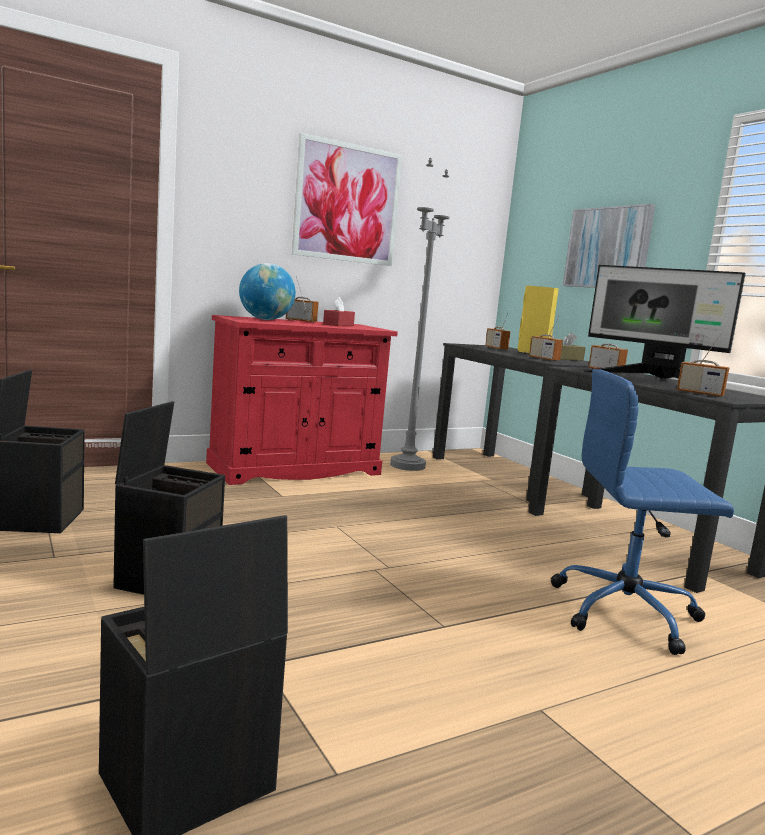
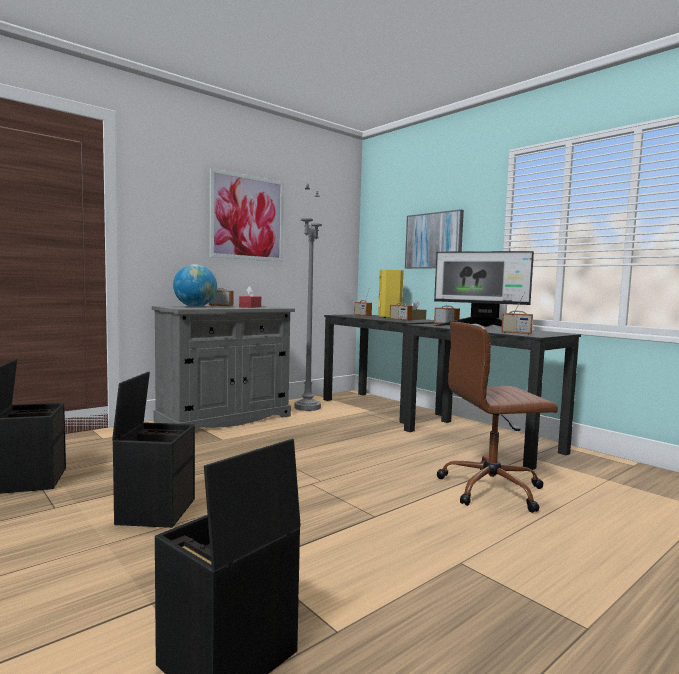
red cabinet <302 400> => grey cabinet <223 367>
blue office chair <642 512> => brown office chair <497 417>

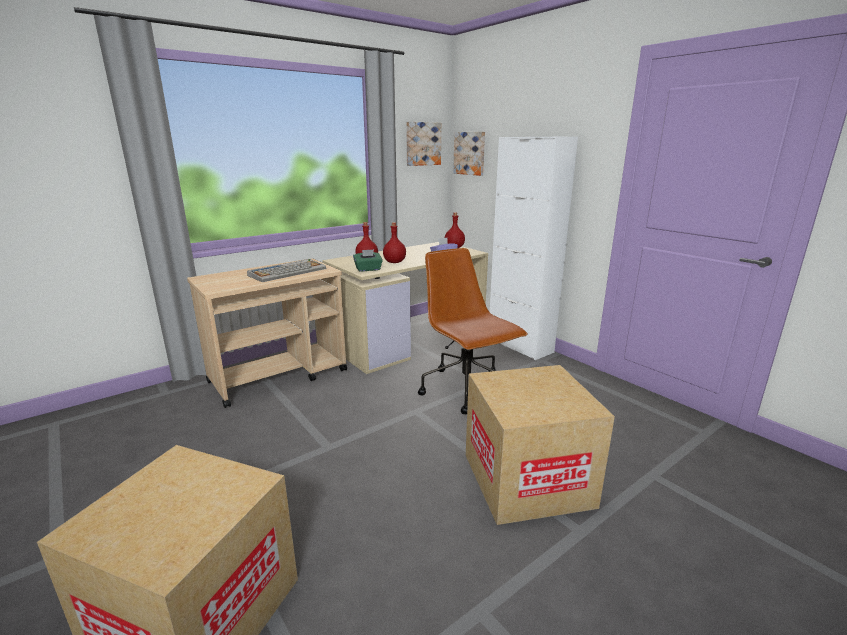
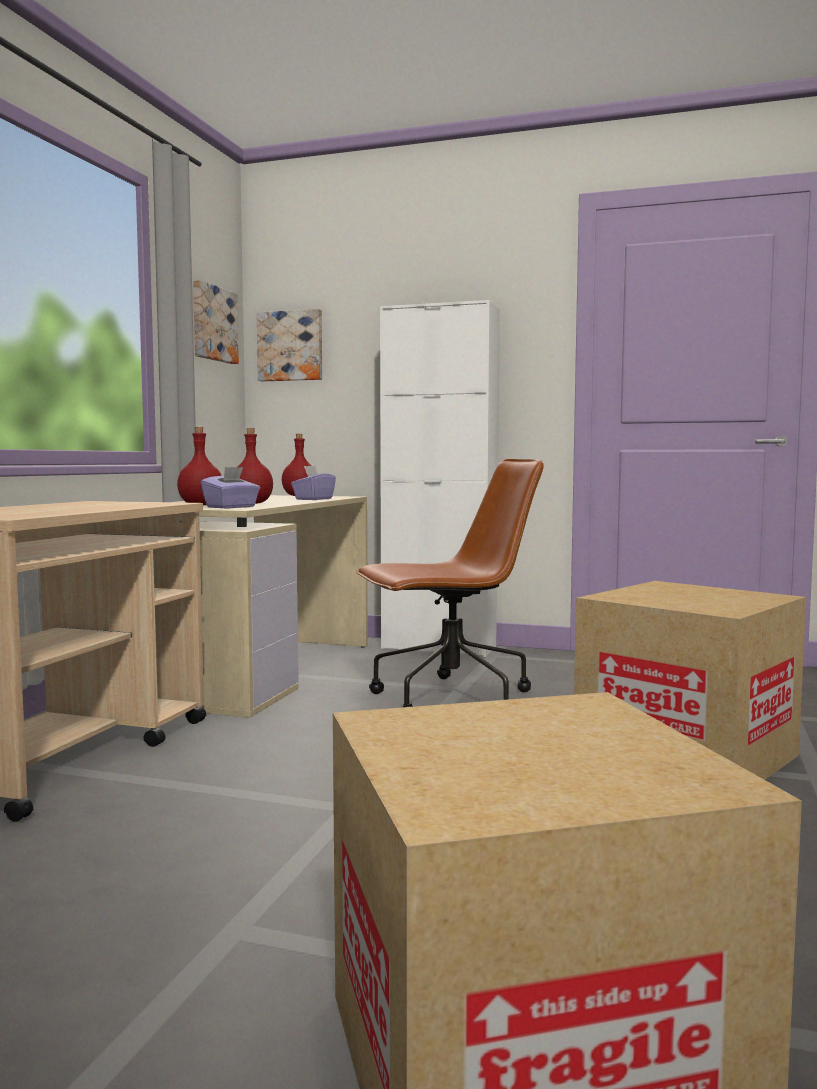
keyboard <286 270> => nothing
green tissue box <368 260> => purple tissue box <230 488>
brown office chair <473 331> => brown office chair <450 583>, 135 degrees clockwise

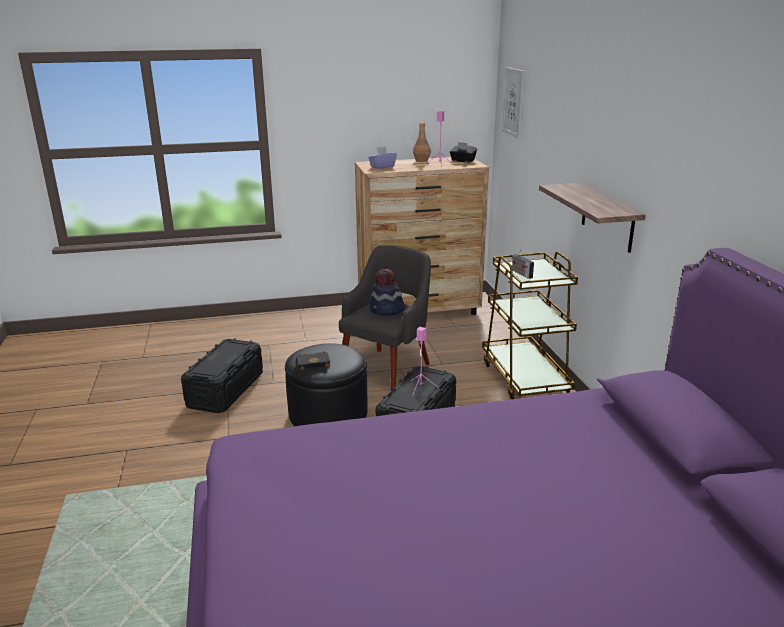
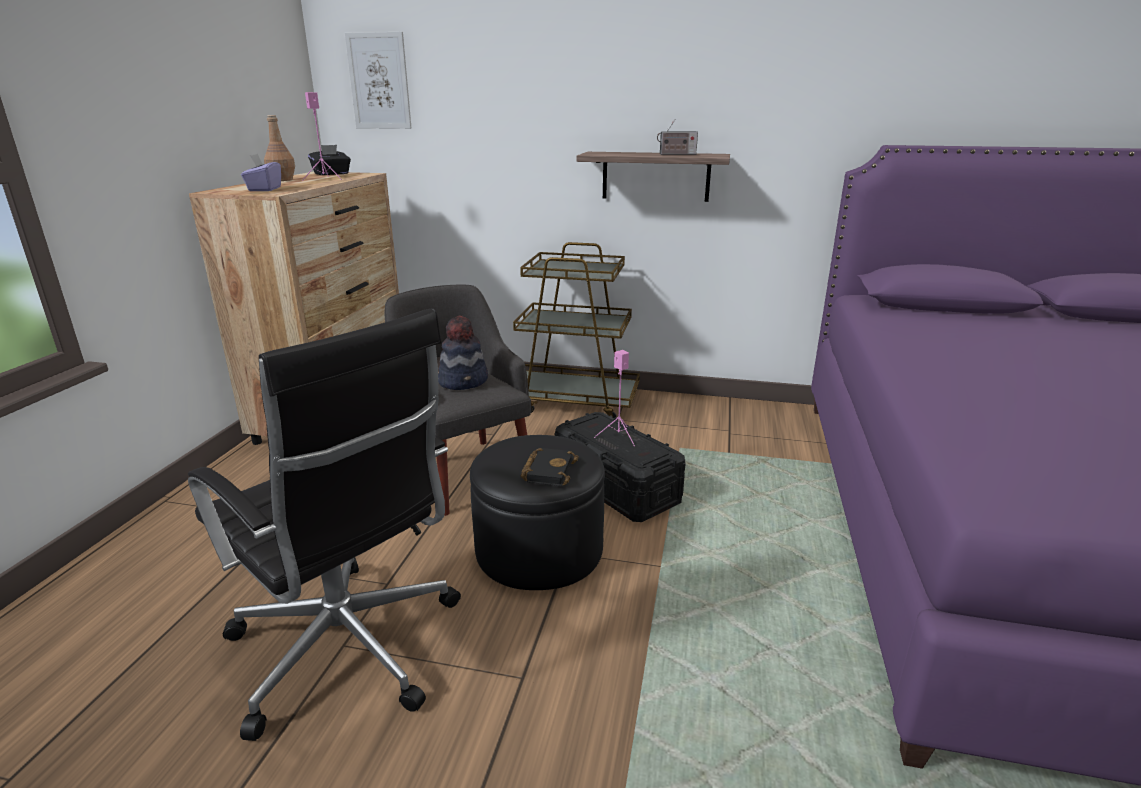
radio <523 263> => radio <677 137>, move
black storage box <222 375> => black office chair <324 524>

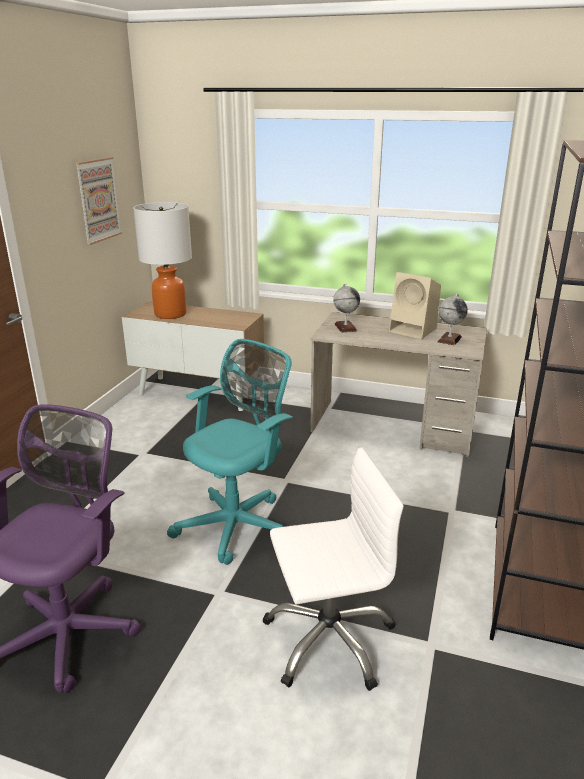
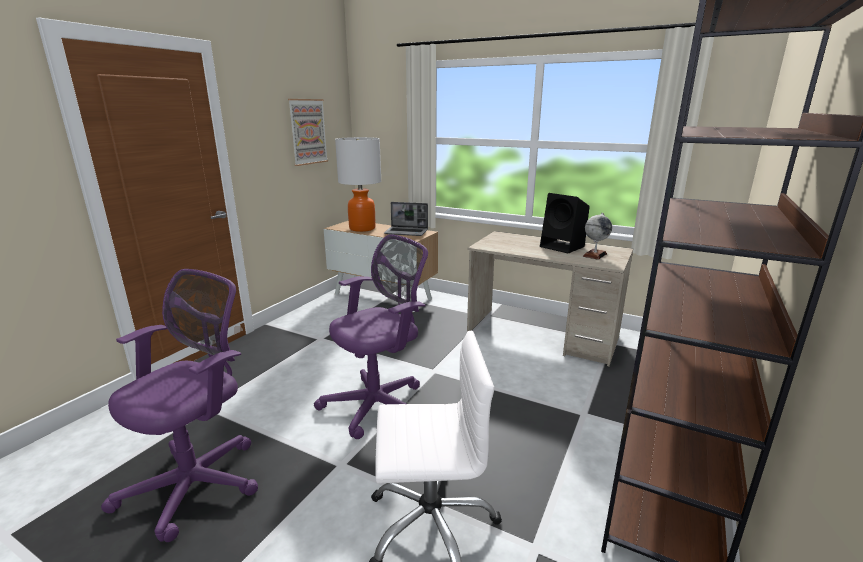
globe <346 308> => nothing
nothing => laptop <406 219>
turquoise office chair <230 452> => purple office chair <371 337>
beige speaker <415 305> => black speaker <565 223>

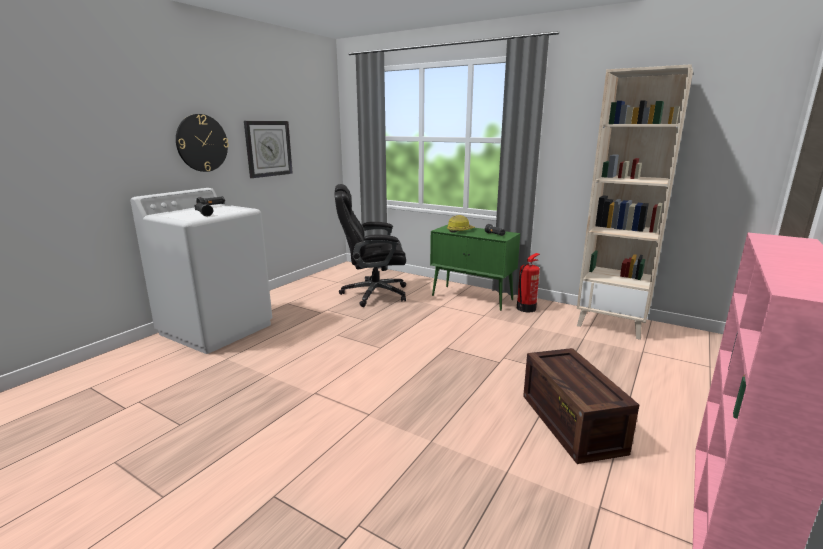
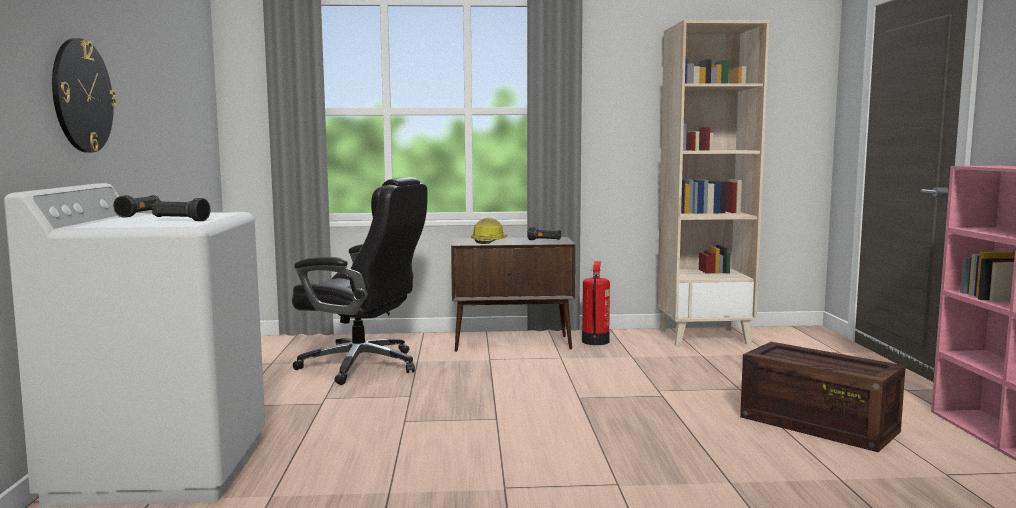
wall clock <268 149> => nothing
green cabinet <475 268> => brown cabinet <513 294>
black office chair <370 245> => black office chair <360 281>, 120 degrees counterclockwise

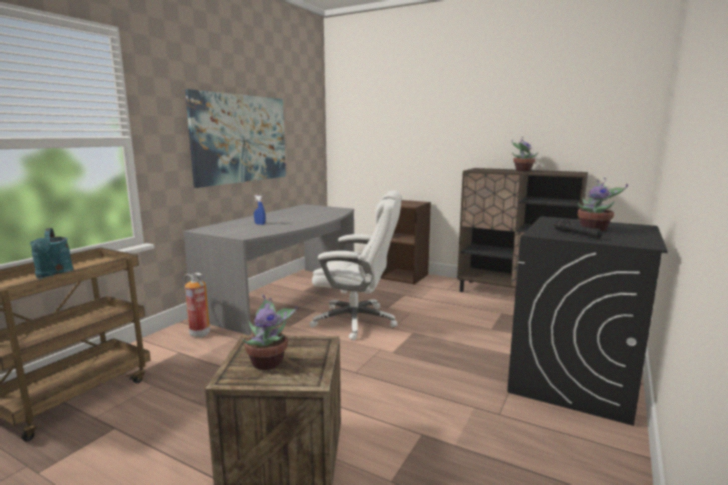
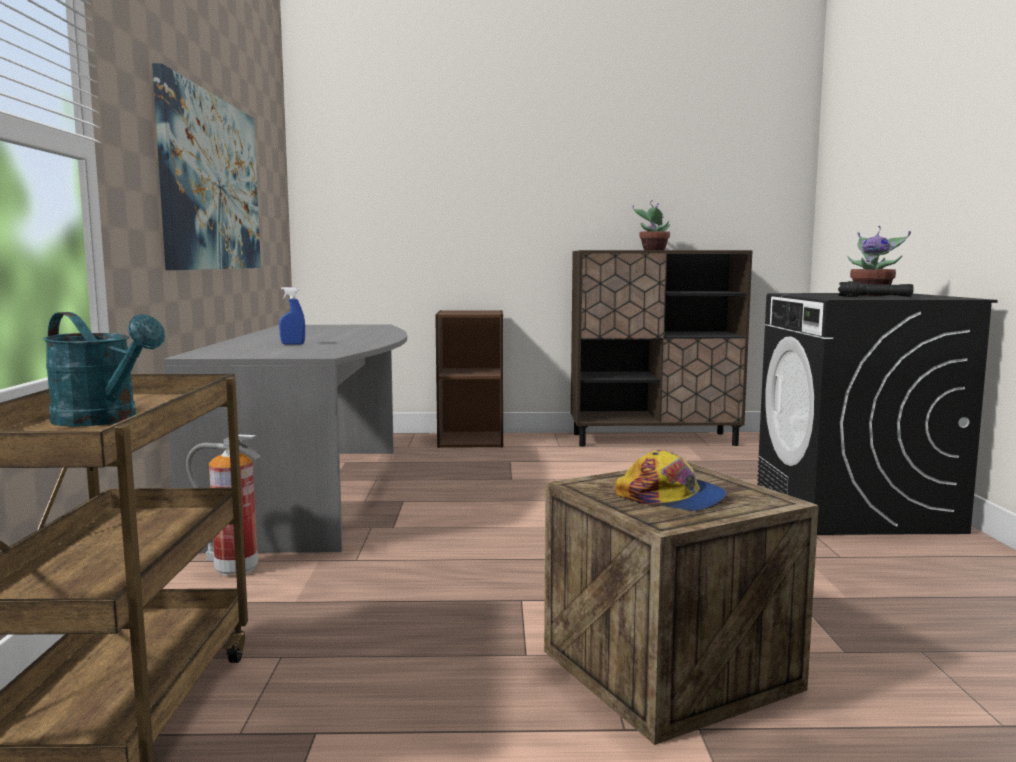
white office chair <355 265> => nothing
potted plant <269 332> => cap <670 480>

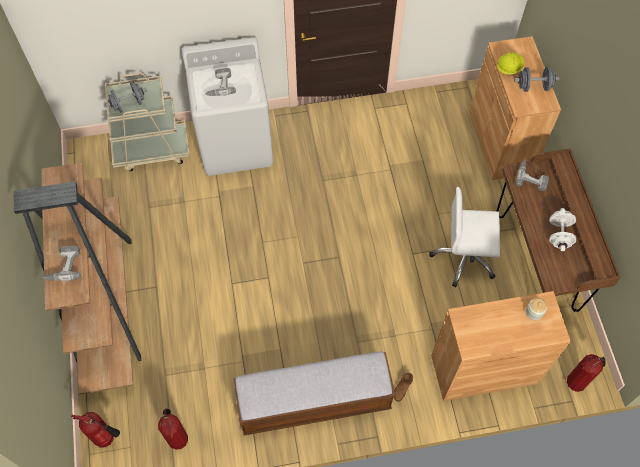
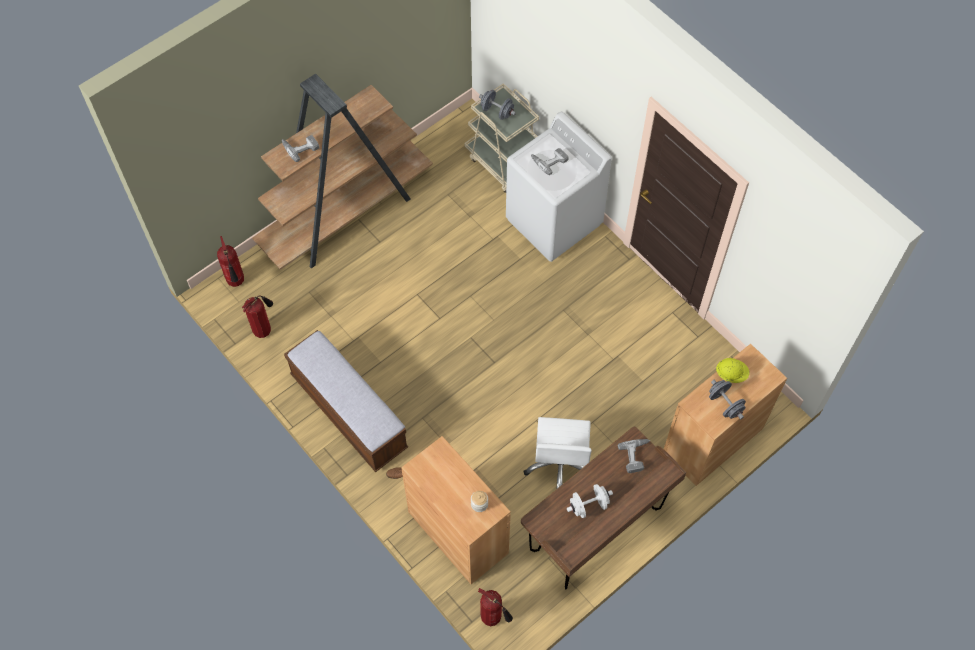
white office chair <465 237> => white office chair <557 453>, 150 degrees counterclockwise

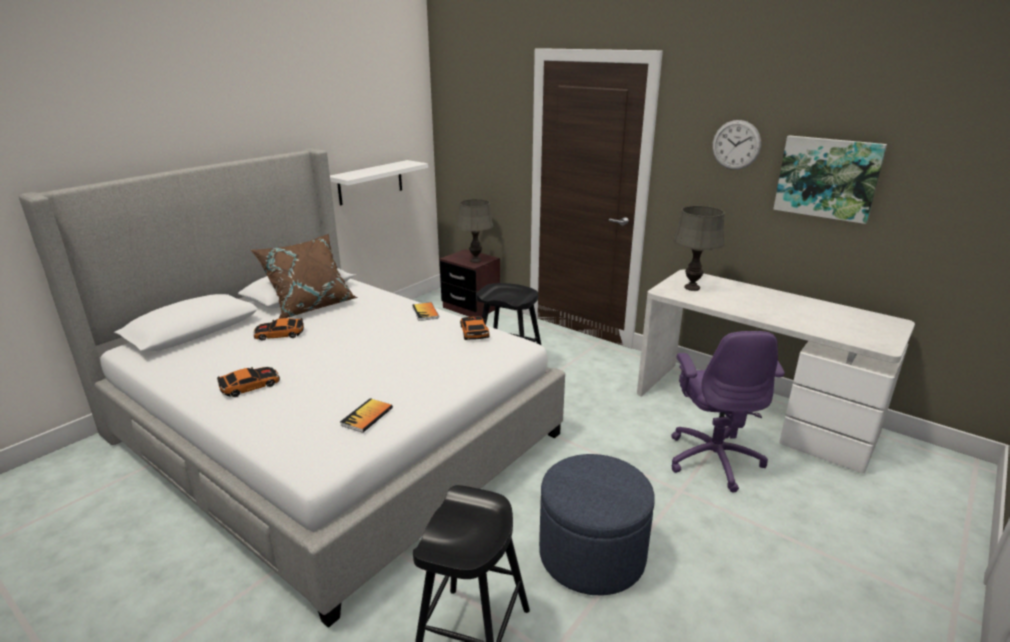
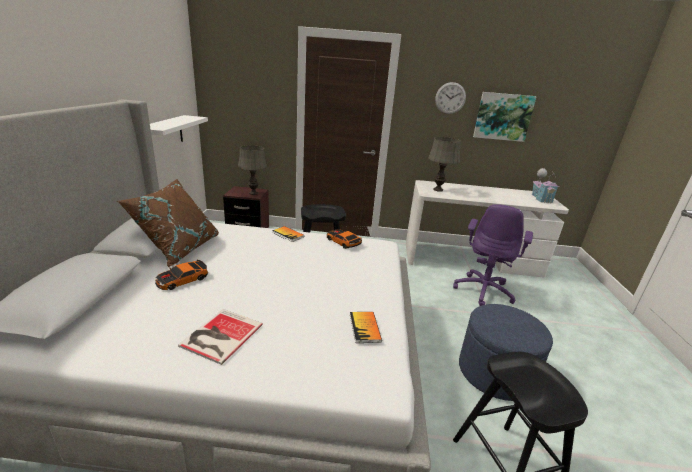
nothing => toy house <545 186>
toy car <248 382> => book <220 337>
purple office chair <728 412> => purple office chair <493 255>, 60 degrees clockwise

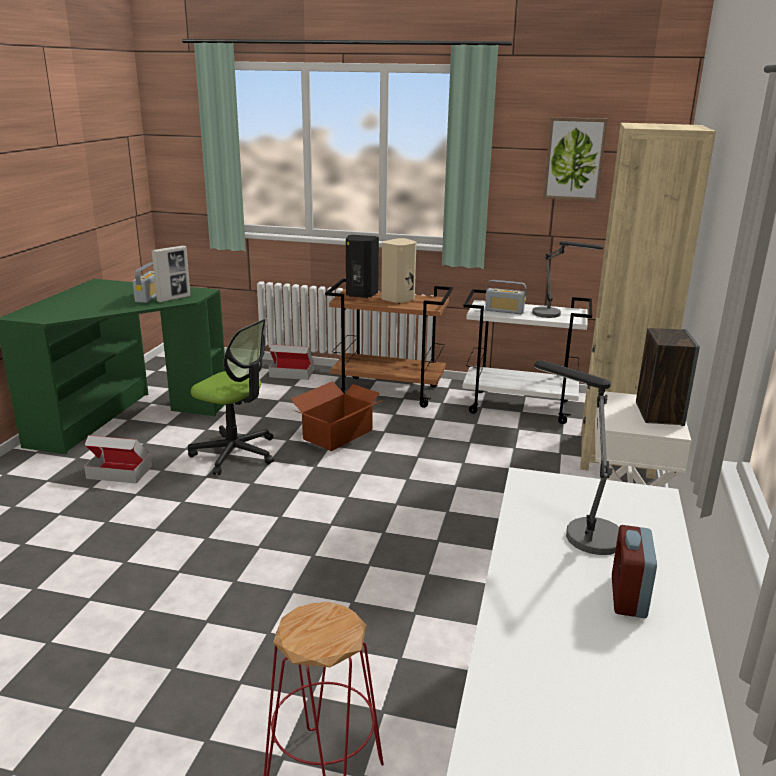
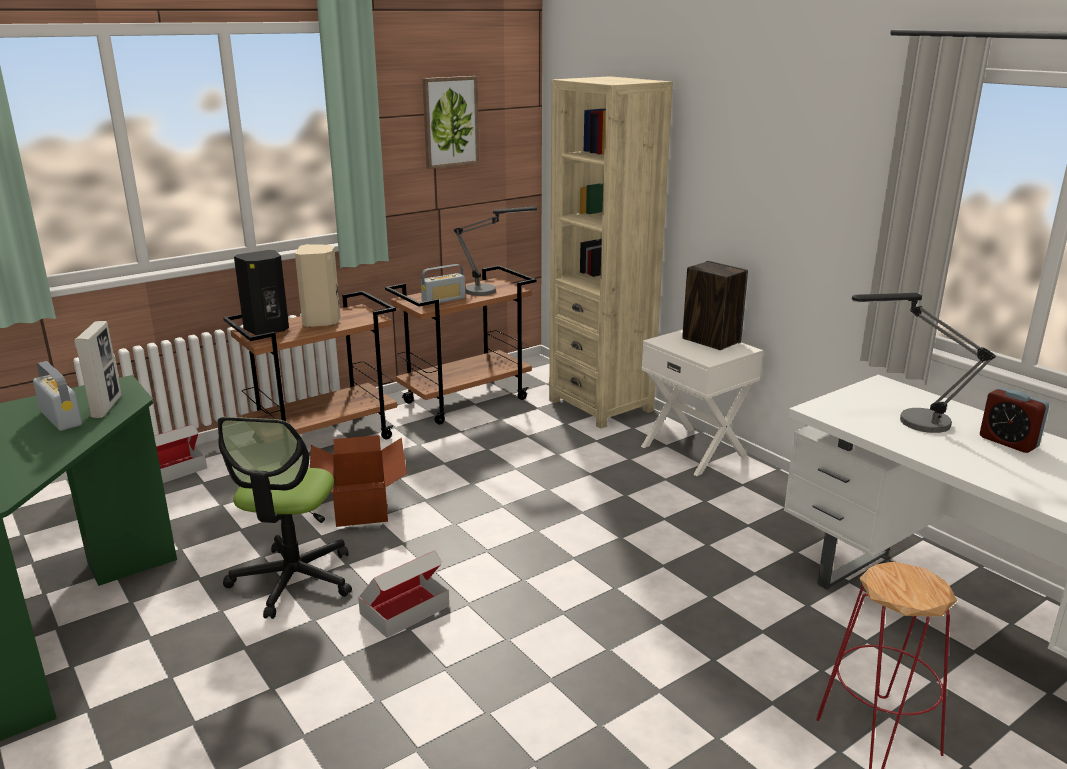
cardboard box <118 459> => cardboard box <403 594>, move
white cart <527 356> => brown cart <461 344>
office chair <231 397> => office chair <285 518>, 120 degrees clockwise

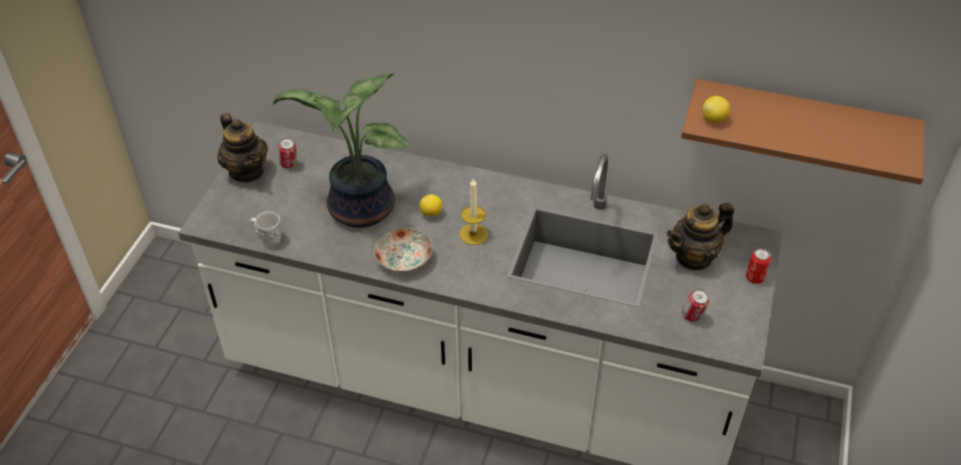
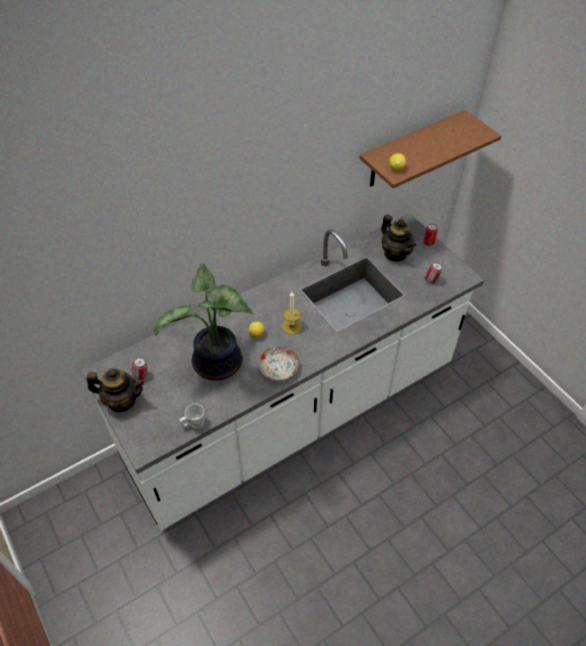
teapot <700 237> => teapot <398 238>, 45 degrees counterclockwise

